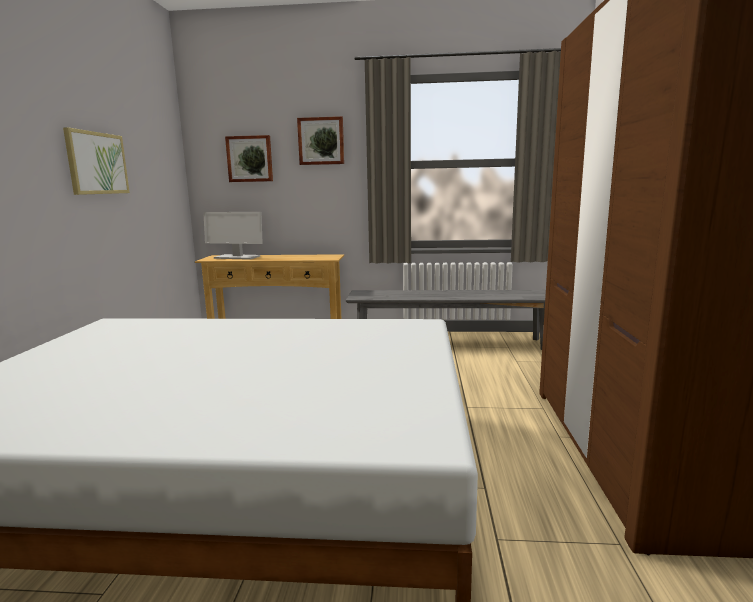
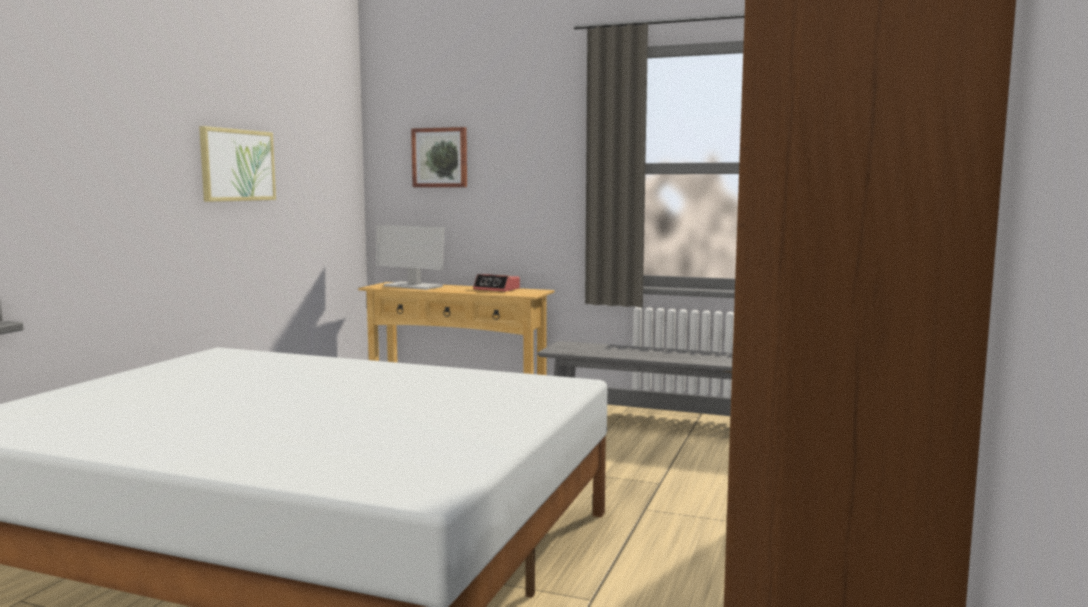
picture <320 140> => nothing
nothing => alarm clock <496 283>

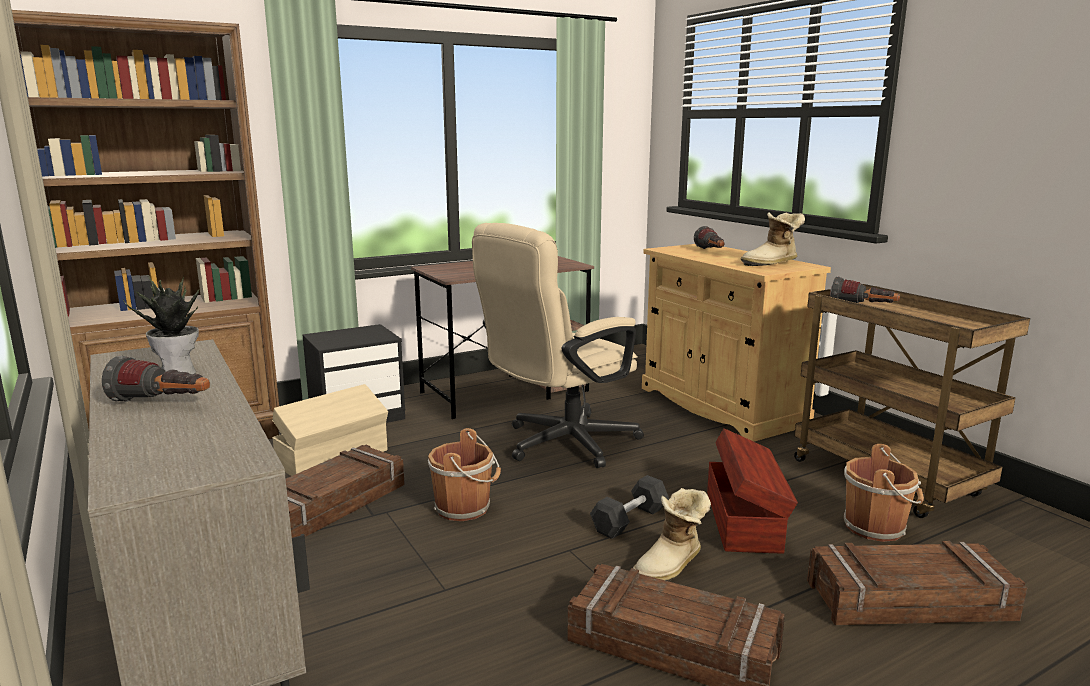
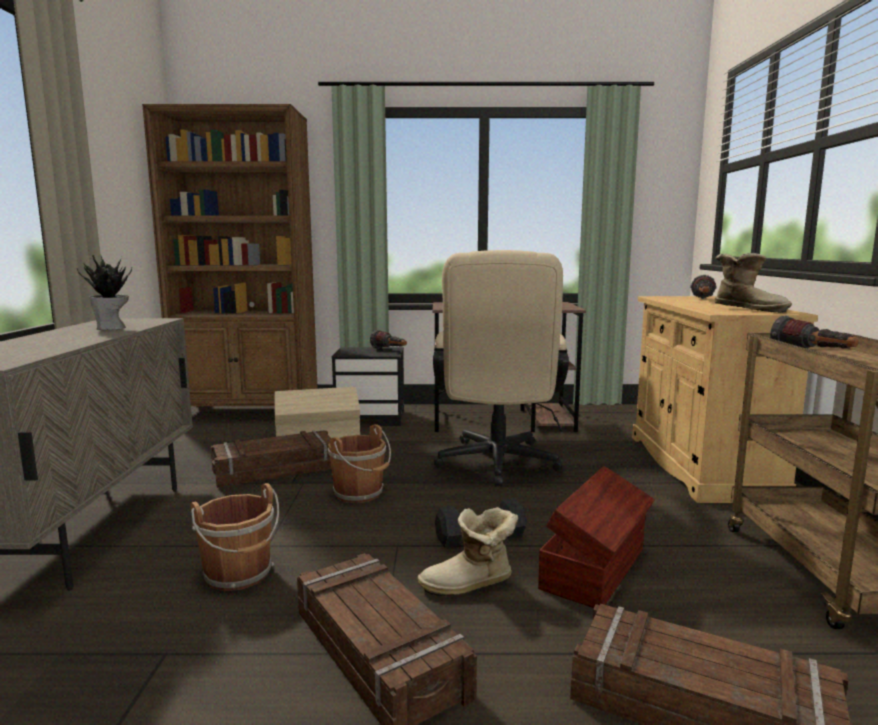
flashlight <156 379> => flashlight <388 339>, move
brown bucket <884 493> => brown bucket <234 537>, move
beige office chair <558 345> => beige office chair <501 368>, 75 degrees counterclockwise
boot <773 239> => boot <753 283>, 135 degrees counterclockwise

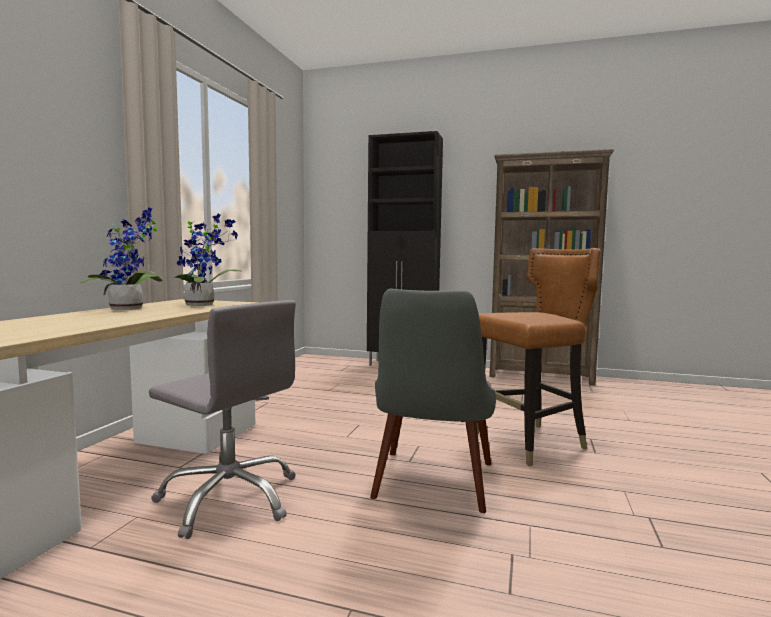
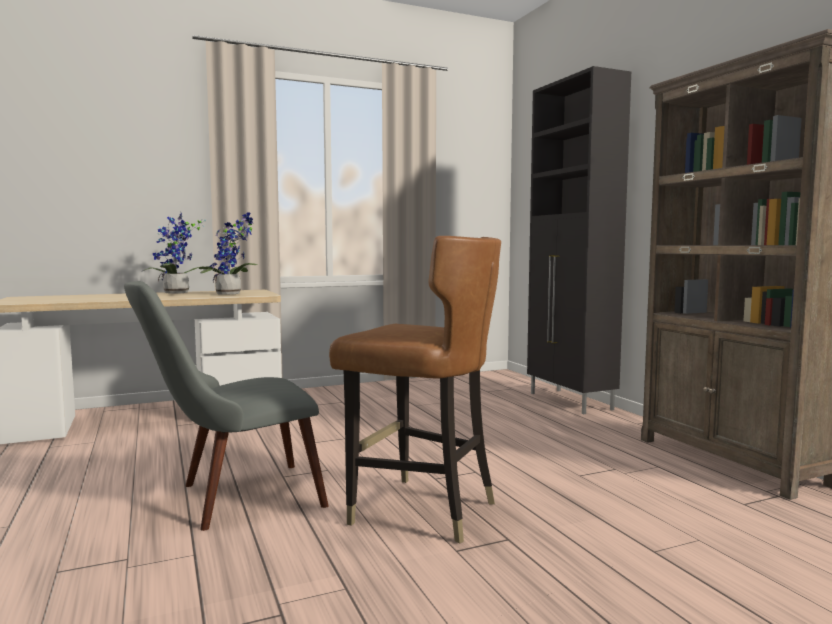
grey office chair <222 419> => nothing

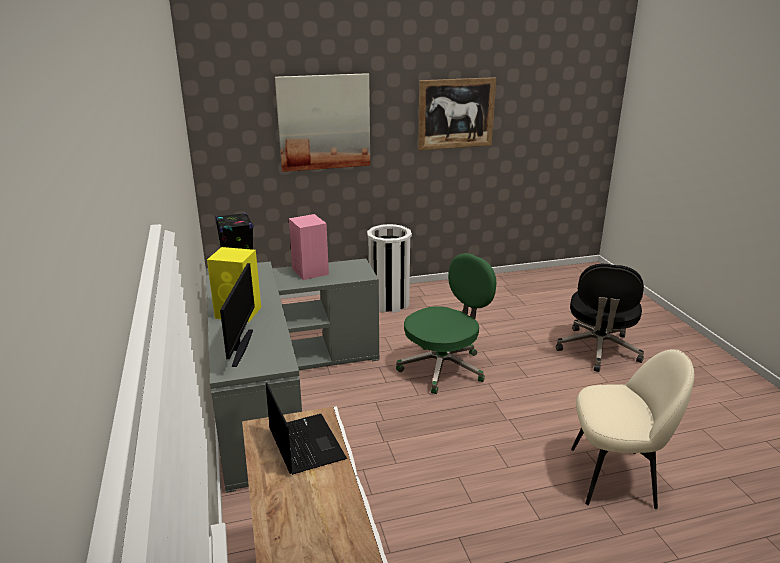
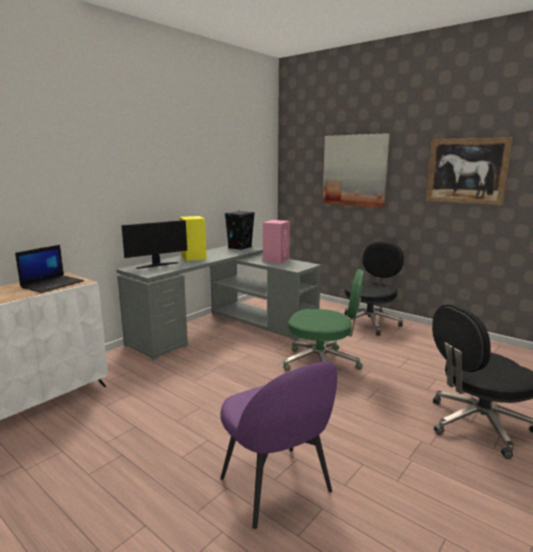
white trash can <389 268> => black office chair <374 288>
beige chair <632 429> => purple chair <278 445>

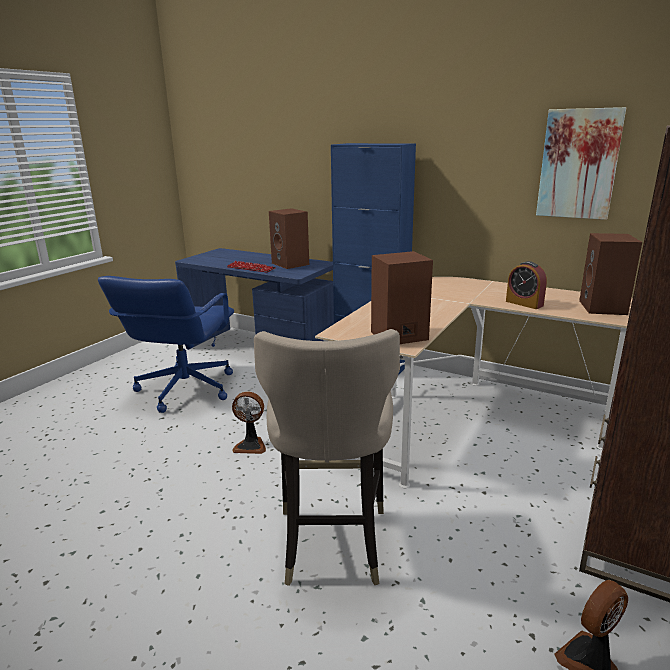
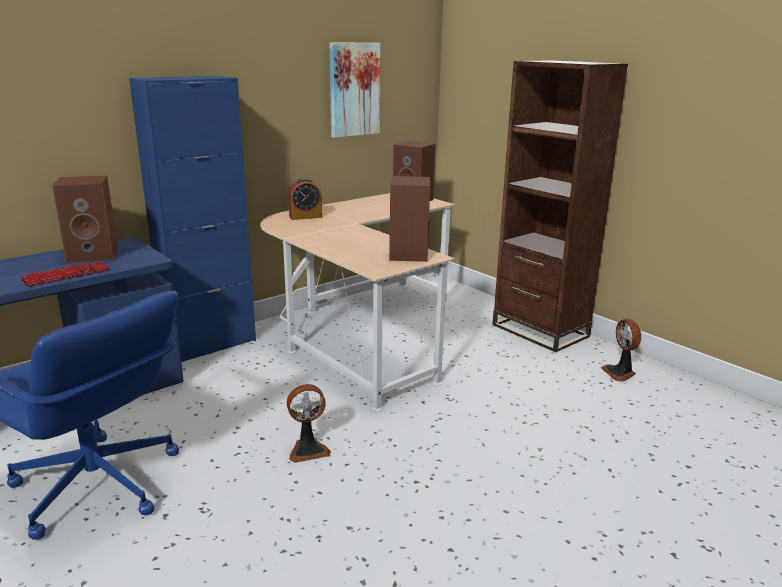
beige stool <327 457> => nothing
alarm clock <526 285> => alarm clock <305 199>, move
fan <249 423> => fan <309 423>, 45 degrees clockwise

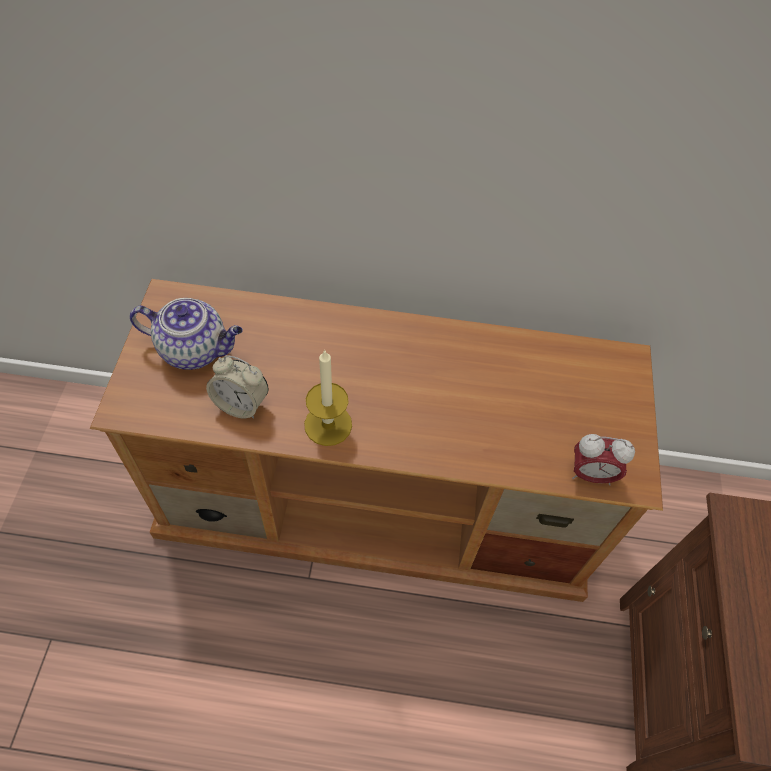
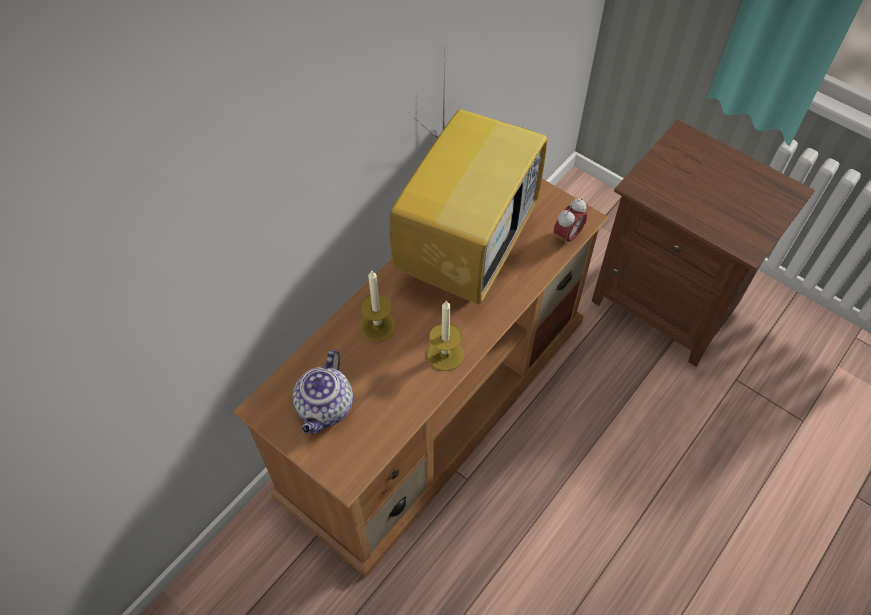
alarm clock <237 387> => nothing
nothing => candle <378 306>
nothing => television <468 177>
teapot <186 334> => teapot <323 391>, 150 degrees clockwise

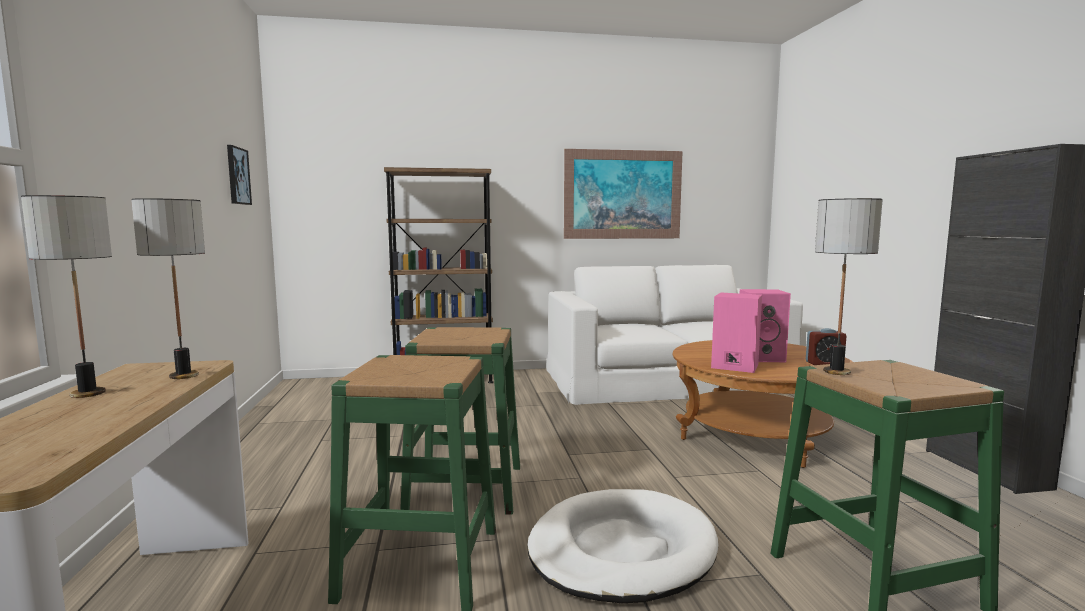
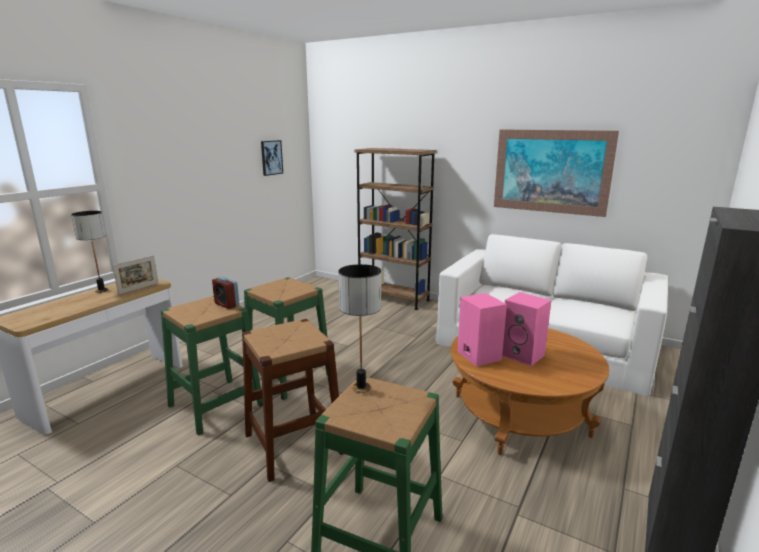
alarm clock <826 346> => alarm clock <225 293>, move
table lamp <168 288> => picture frame <135 275>
white dog bed <622 546> => brown stool <292 400>

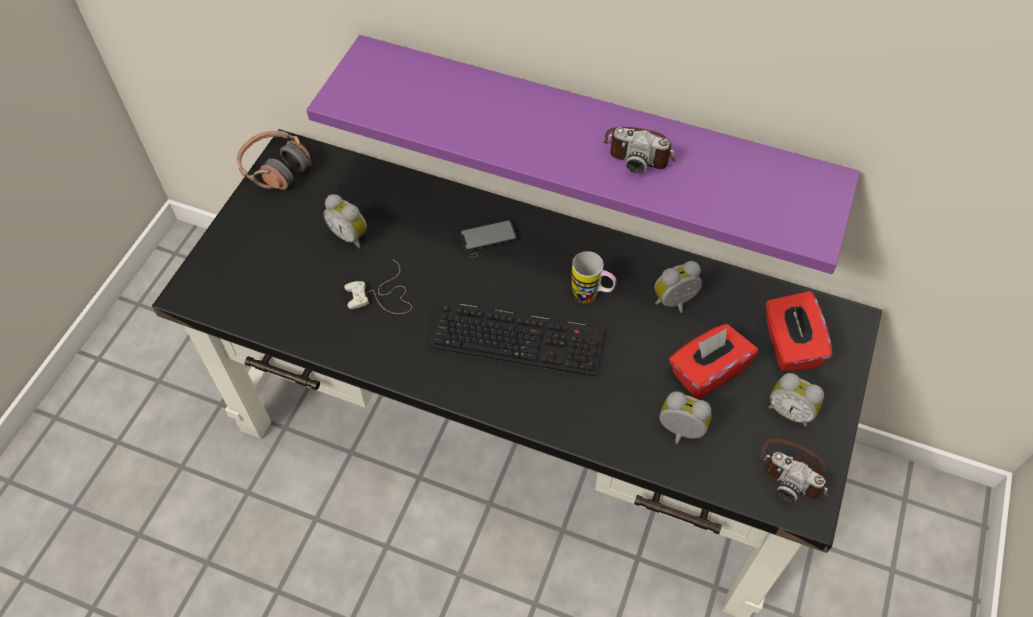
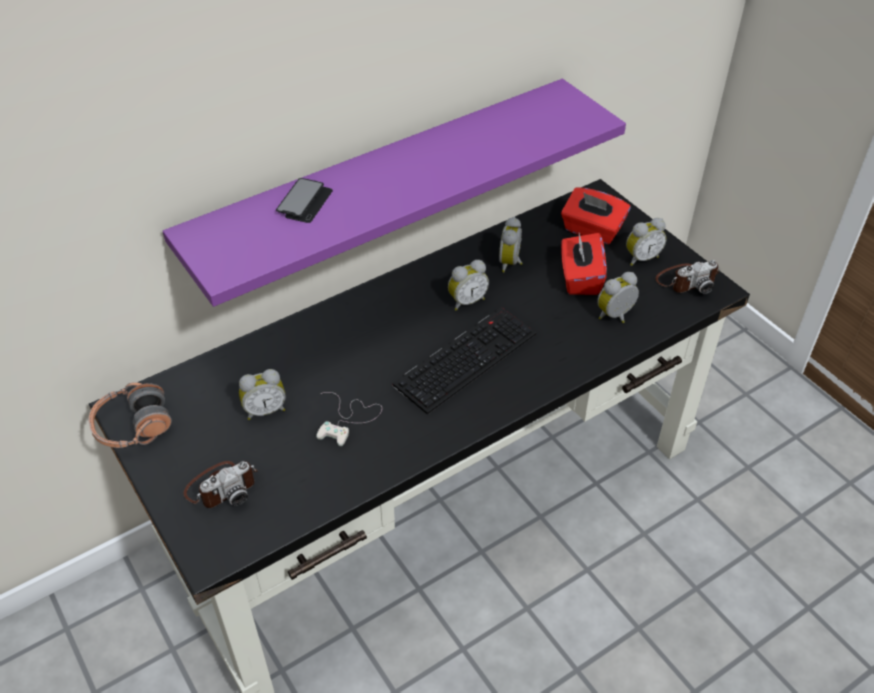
phone <489 240> => phone <304 200>, move
photo camera <639 150> => photo camera <221 484>, move
mug <594 277> => alarm clock <468 285>

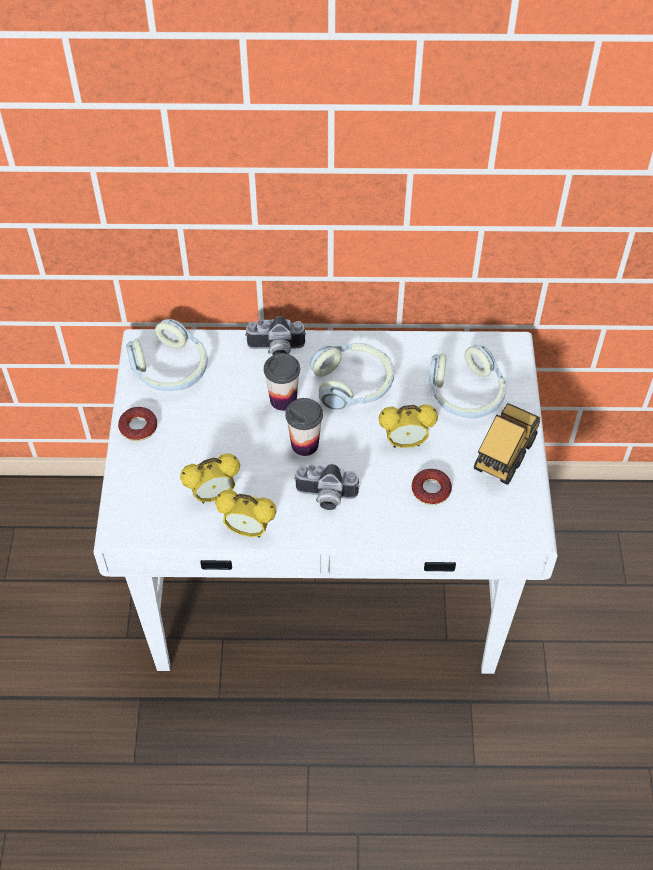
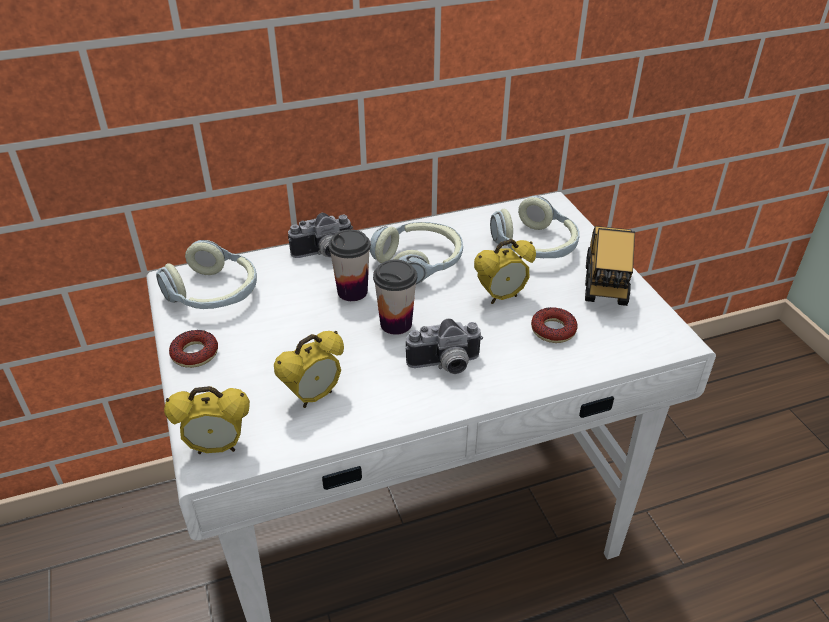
alarm clock <246 514> => alarm clock <207 420>, move

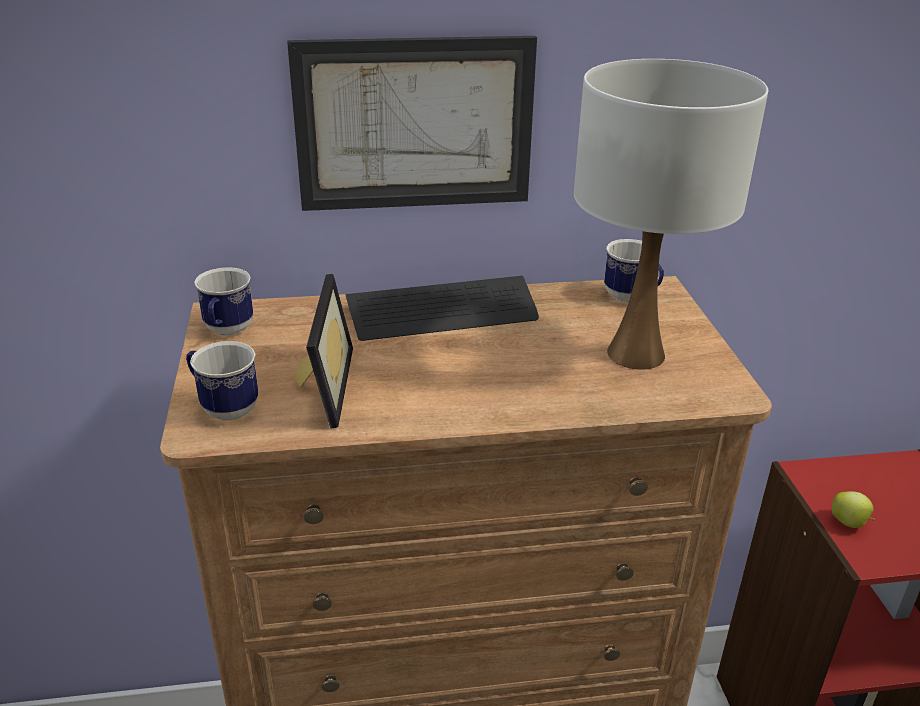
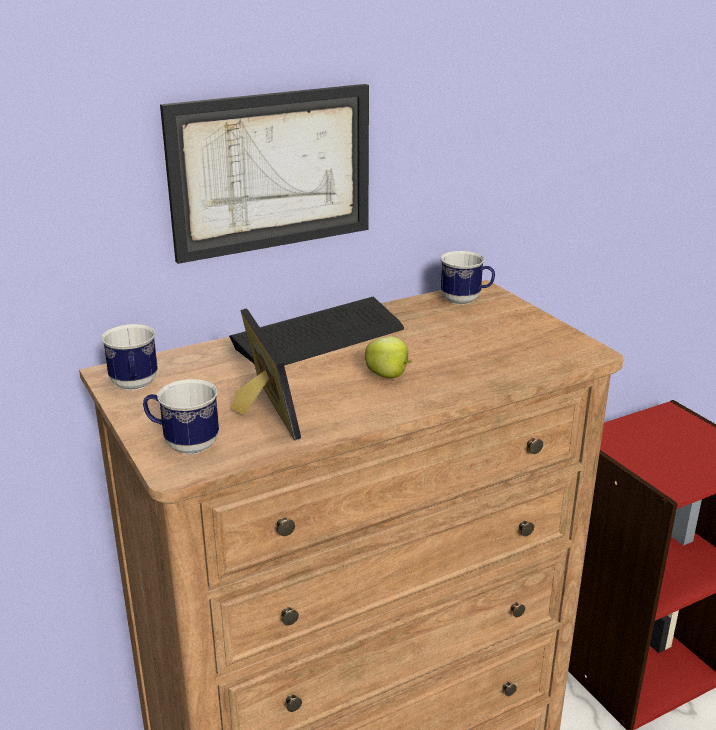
white table lamp <671 214> => nothing
apple <853 509> => apple <388 357>, move

